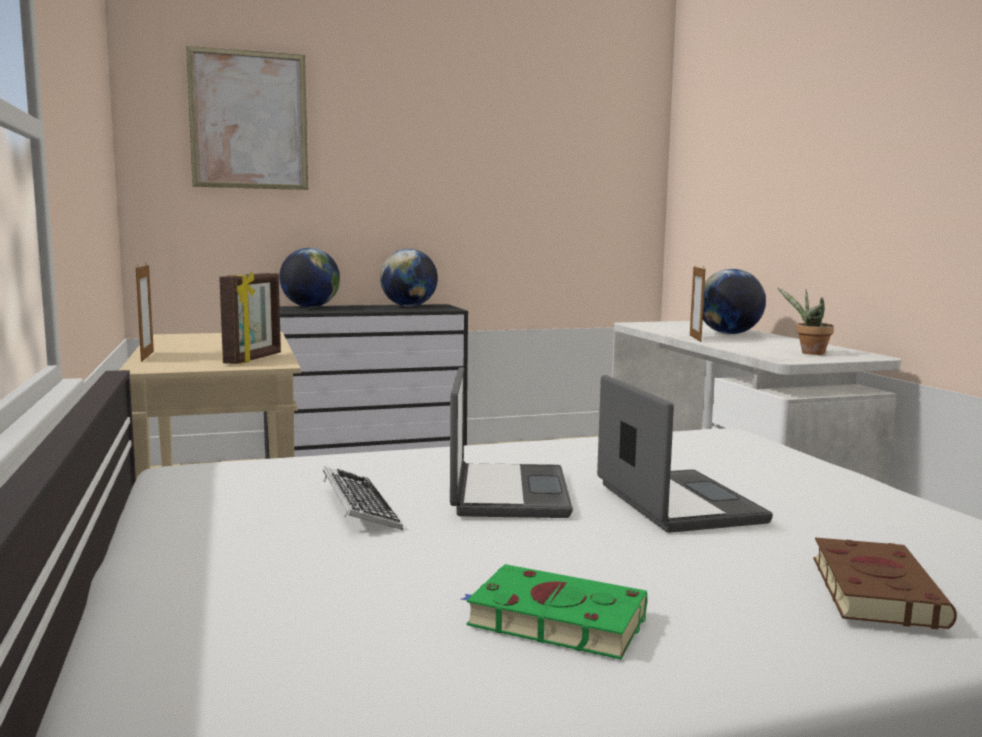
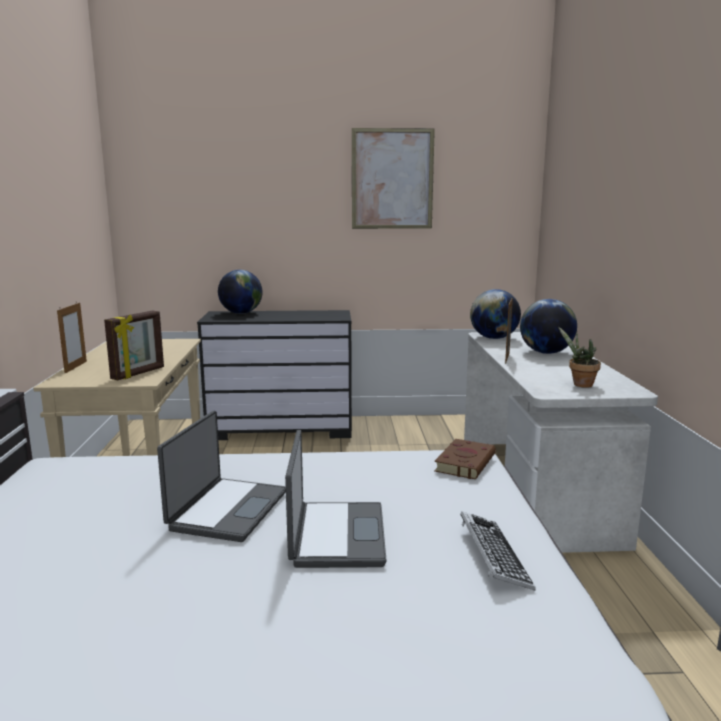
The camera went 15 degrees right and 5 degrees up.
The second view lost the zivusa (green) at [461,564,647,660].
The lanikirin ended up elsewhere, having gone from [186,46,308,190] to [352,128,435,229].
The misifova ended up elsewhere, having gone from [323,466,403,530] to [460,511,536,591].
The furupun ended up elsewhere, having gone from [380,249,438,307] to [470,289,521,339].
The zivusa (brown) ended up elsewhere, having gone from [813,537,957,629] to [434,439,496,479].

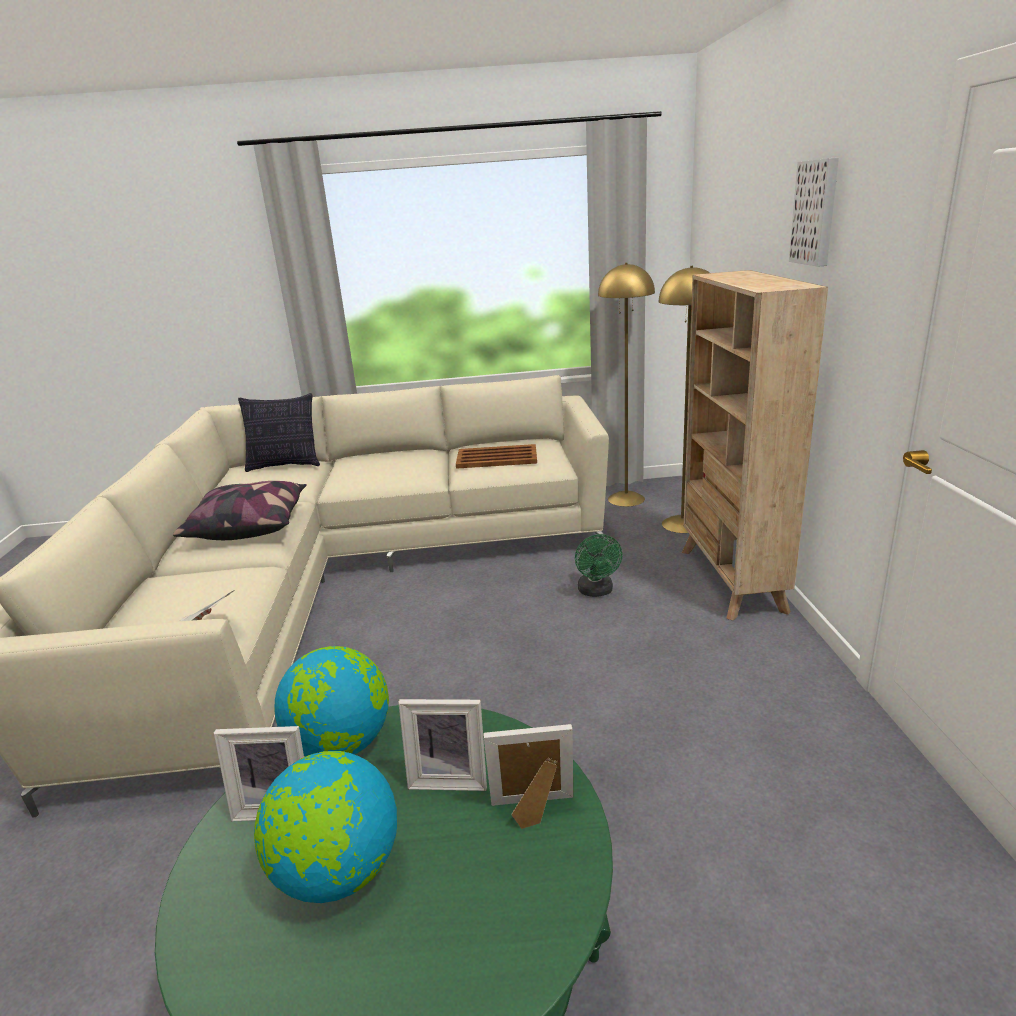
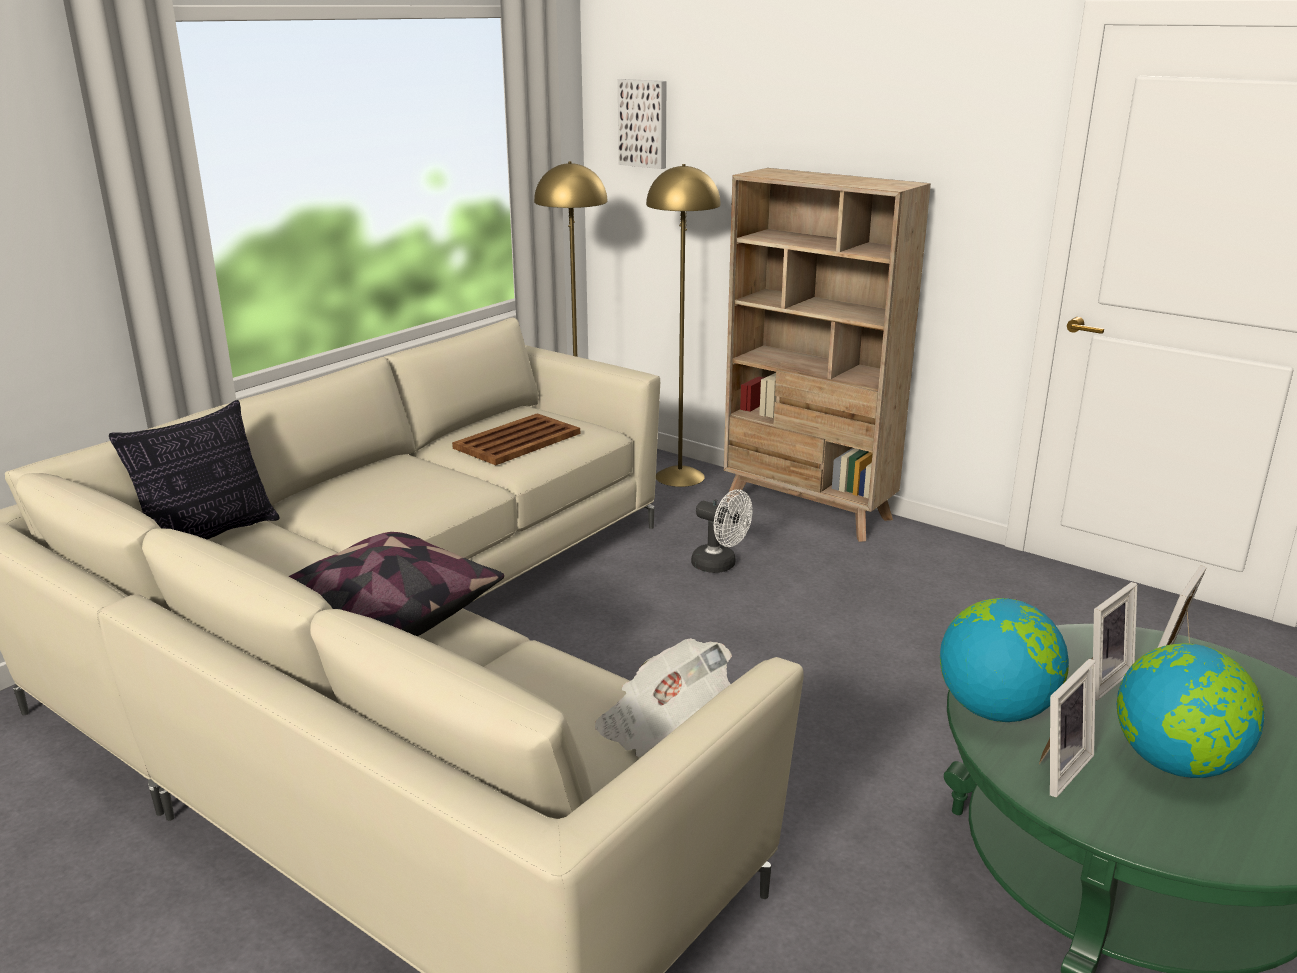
The camera went 50 degrees left and 0 degrees up.
The lanikirin ended up elsewhere, having gone from [789,157,839,267] to [618,79,666,169].
What was the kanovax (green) at [575,534,622,597] turned into the kanovax (white) at [691,489,753,573].

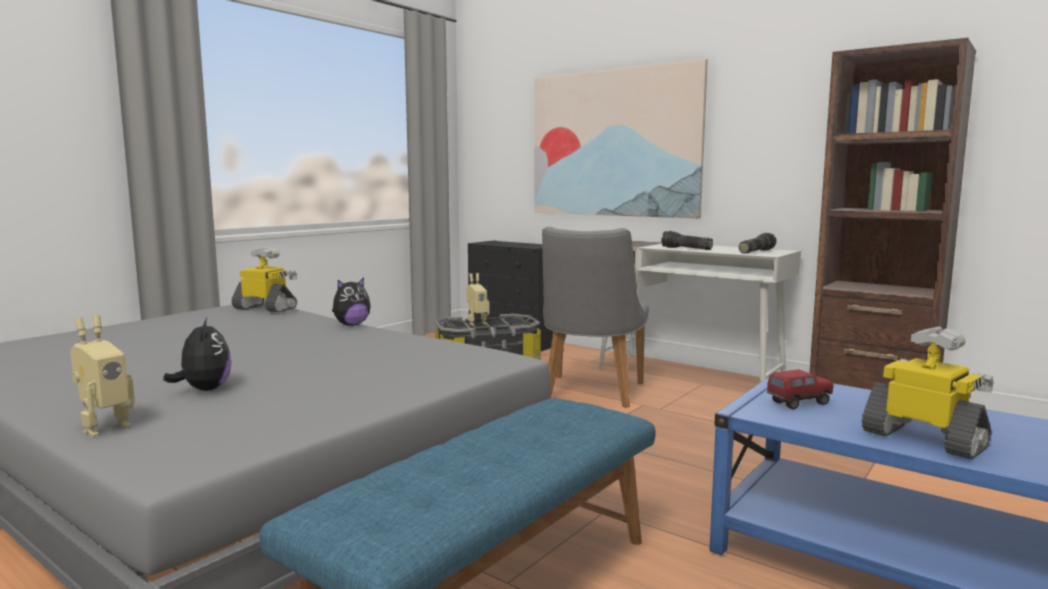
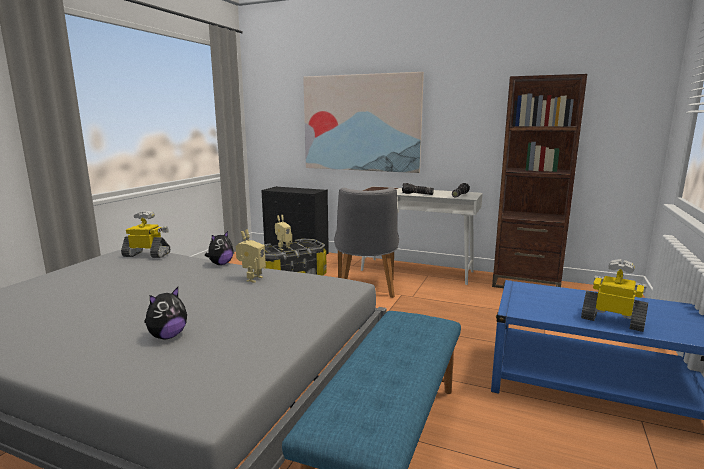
The camera went 15 degrees left and 5 degrees up.
The second view lost the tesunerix at [767,369,833,409].
The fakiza ended up elsewhere, having gone from [70,316,135,437] to [236,229,266,283].
The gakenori at [163,318,232,391] ended up facing another way, 75 degrees clockwise from before.

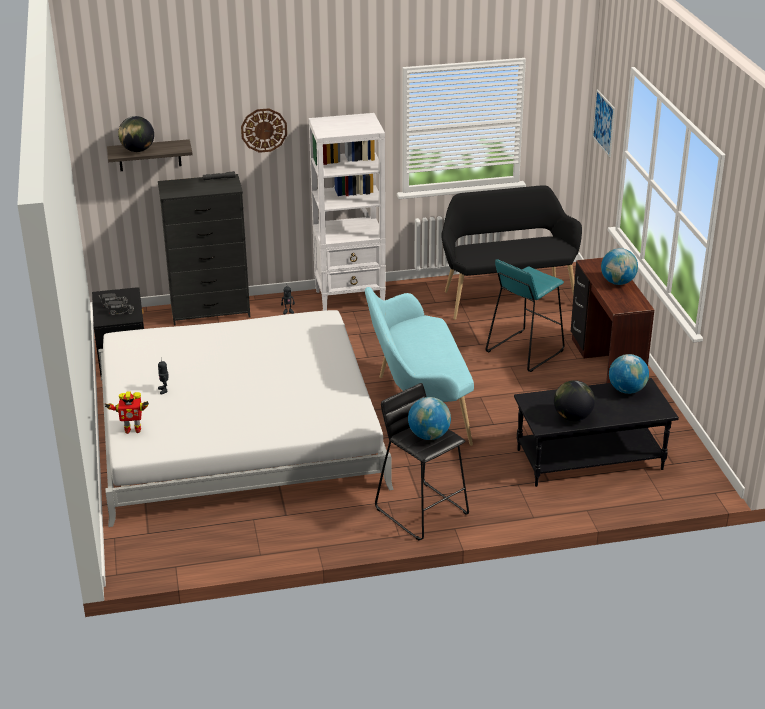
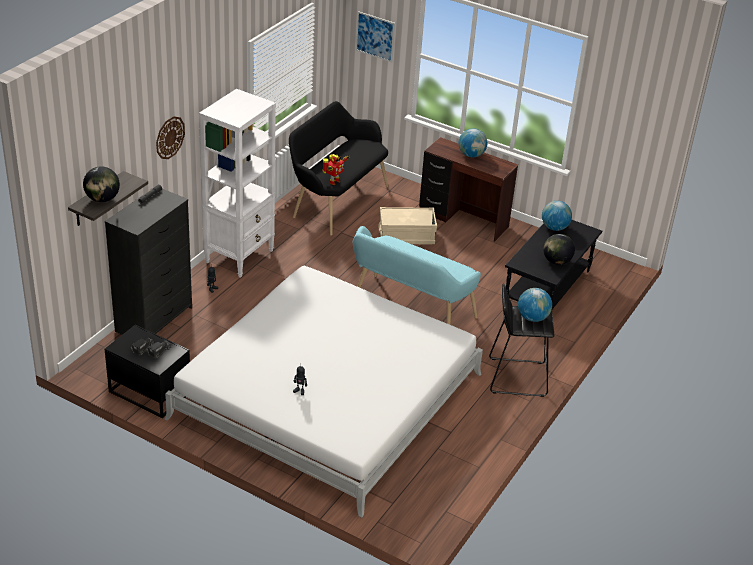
The camera went 50 degrees left and 5 degrees up.
The fakiza ended up elsewhere, having gone from [104,391,149,434] to [323,154,349,185].
Where the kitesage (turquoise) stood at [486,260,565,372], the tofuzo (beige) came to stand at [379,207,437,244].

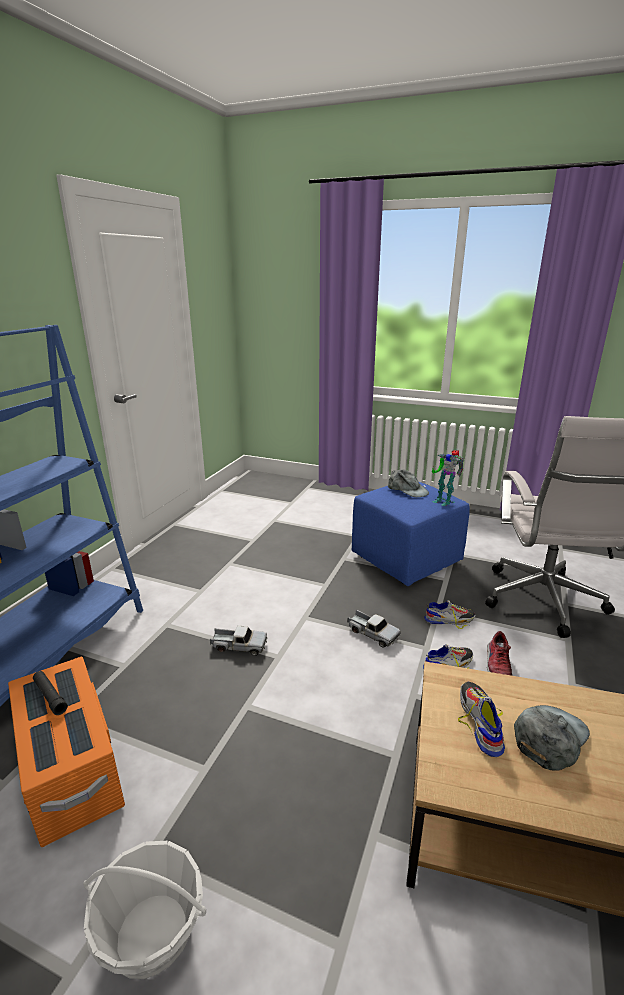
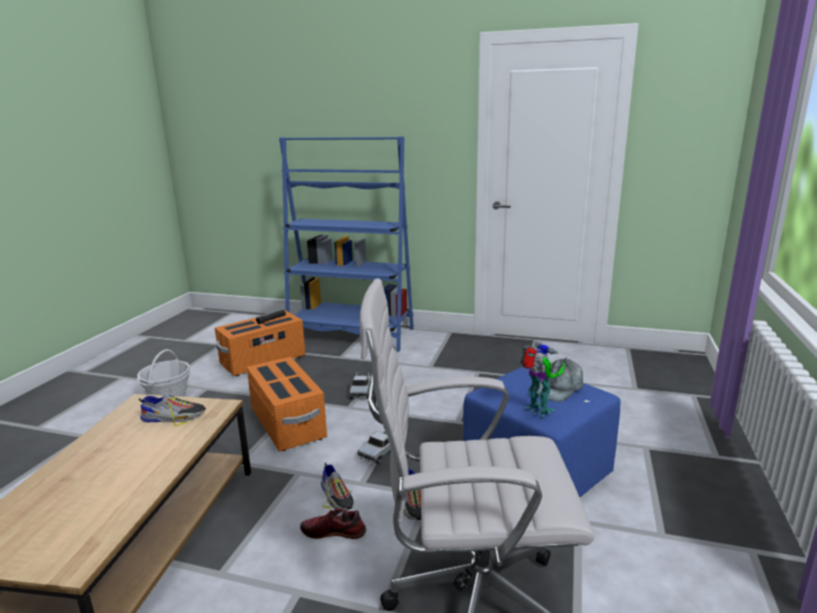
The camera went 85 degrees right and 5 degrees down.
The second view lost the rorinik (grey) at [514,705,590,771].
The second view gained the tofuzo (orange) at [247,357,327,451].
The fakiza at [432,450,464,506] ended up facing another way, 105 degrees clockwise from before.

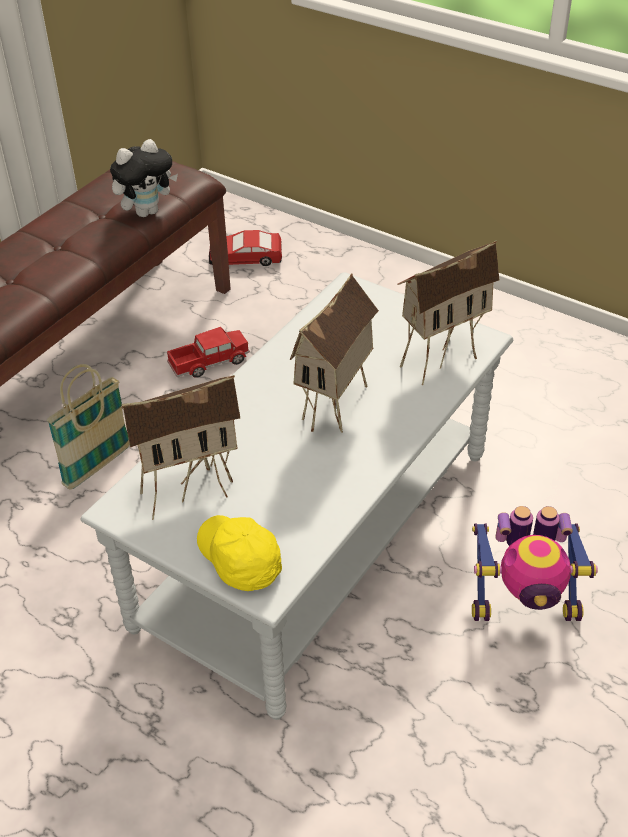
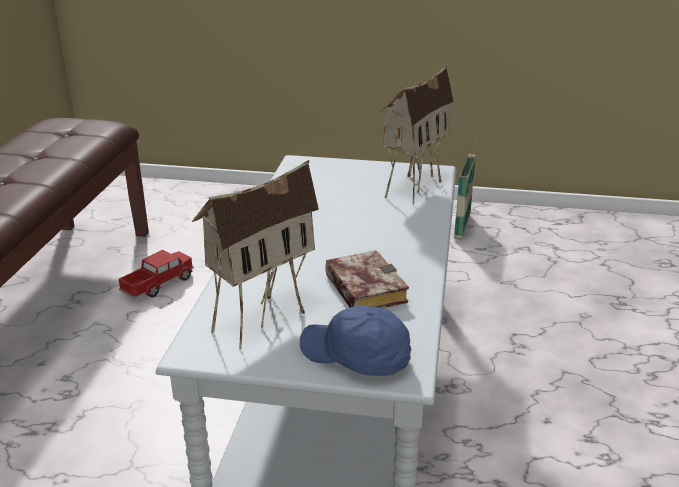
The camera went 25 degrees left and 15 degrees down.
The second view lost the gakenori at [110,139,178,217].
The second view lost the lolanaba at [209,230,282,266].
The second view lost the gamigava at [290,273,379,433].
The second view lost the fakiza at [472,506,598,621].
The second view gained the zivusa at [326,250,409,308].
The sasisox ended up elsewhere, having gone from [47,364,130,489] to [454,135,476,240].
What was the rorinik (yellow) at [197,515,282,591] turned into the rorinik (blue) at [300,305,411,376].

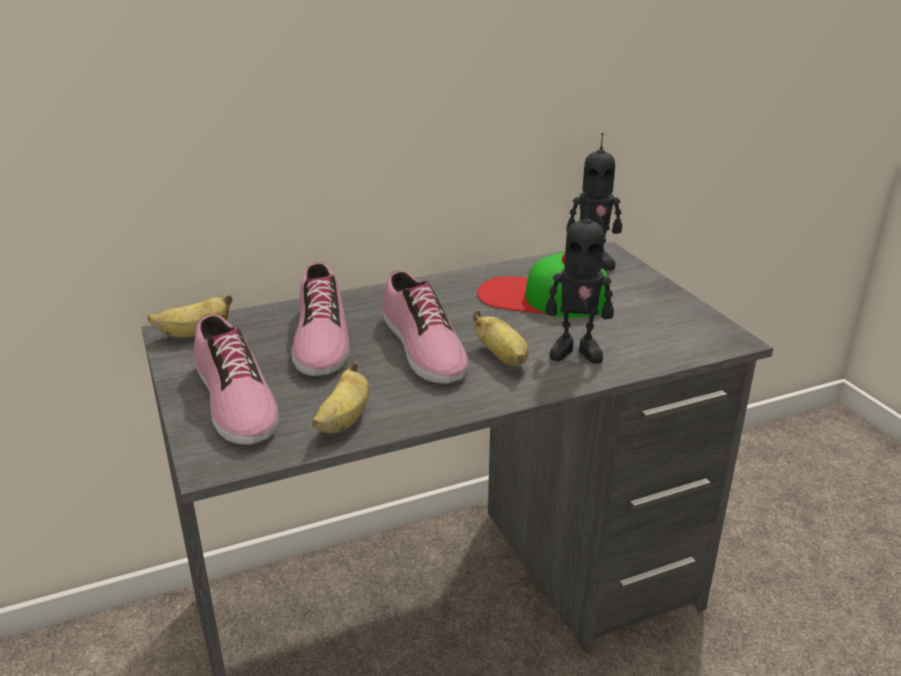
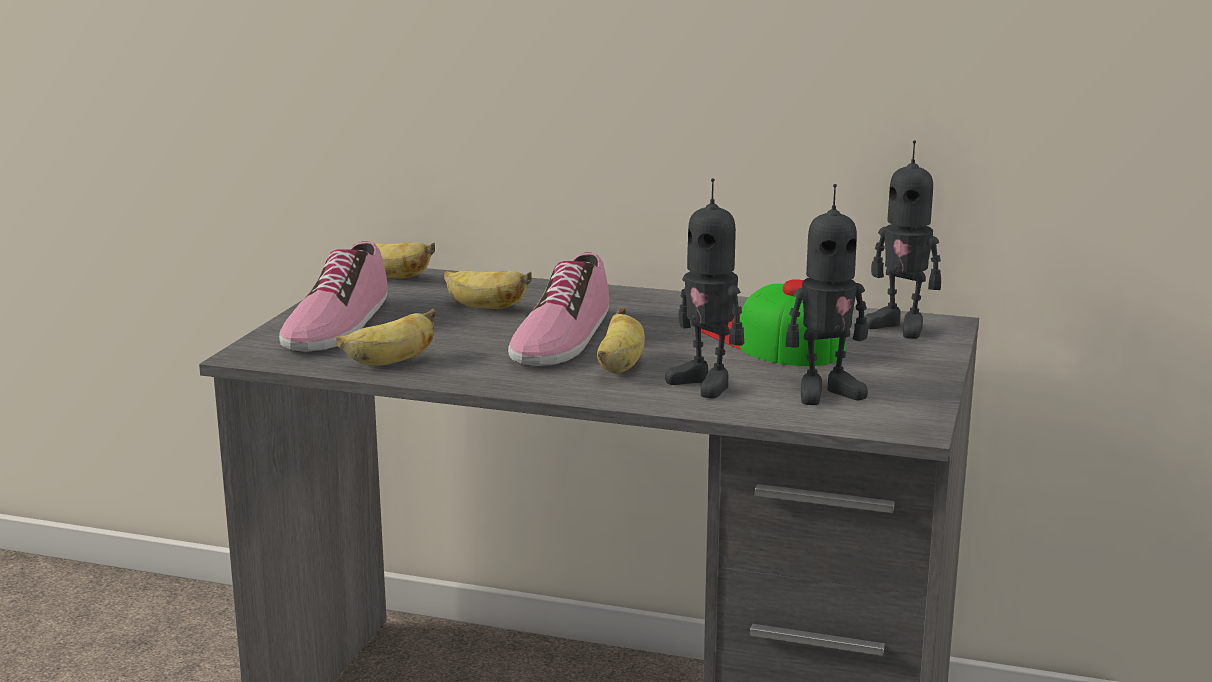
The camera went 40 degrees right and 10 degrees down.
The second view gained the fakiza at [785,184,868,405].
Where the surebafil stood at [291,262,349,376], the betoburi came to stand at [444,271,532,309].

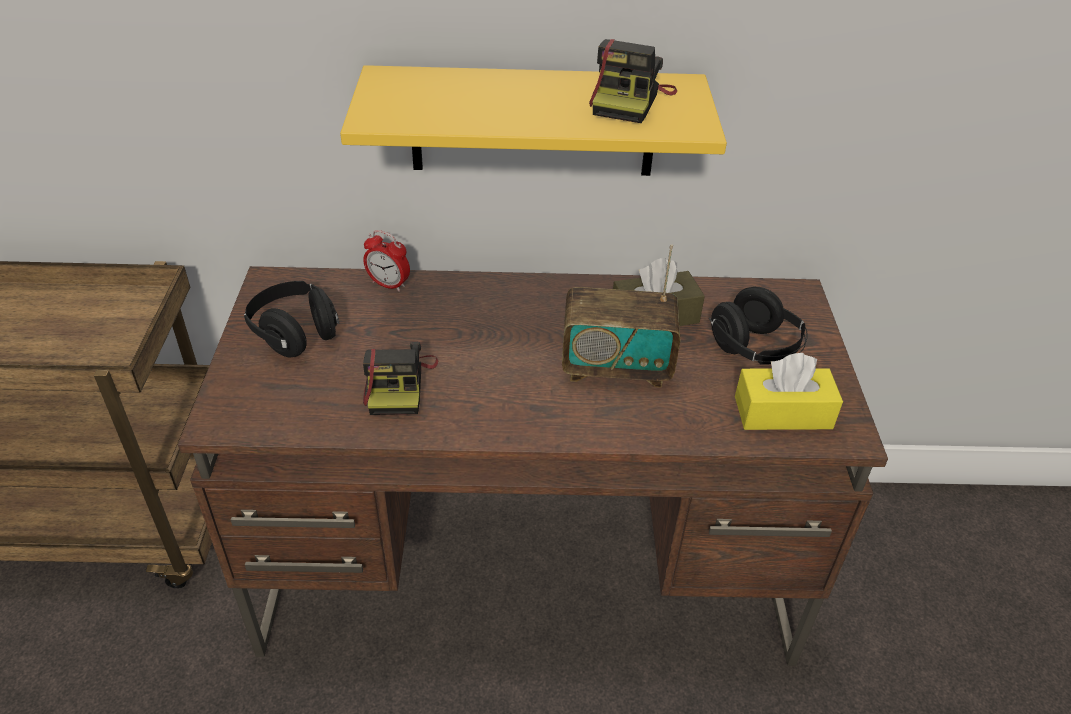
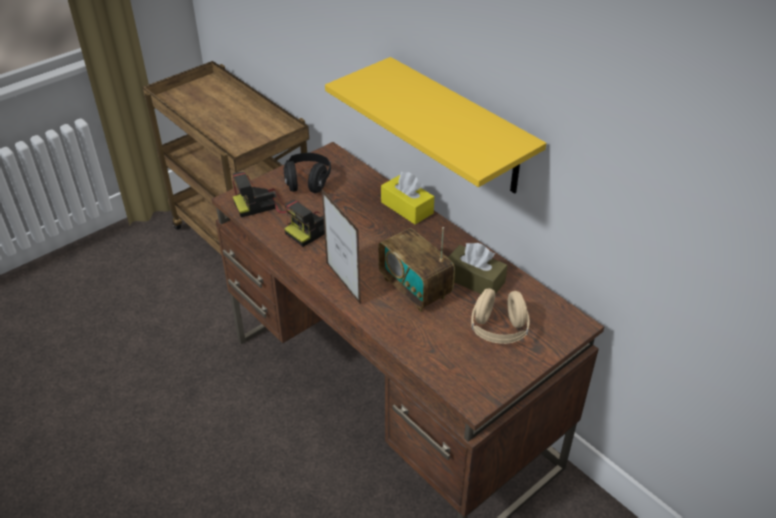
The camera went 50 degrees right and 0 degrees up.
The second view lost the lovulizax at [363,230,410,291].
The second view gained the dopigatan at [322,189,361,305].
The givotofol ended up elsewhere, having gone from [589,39,677,123] to [233,172,287,217].
The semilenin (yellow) ended up elsewhere, having gone from [735,353,843,430] to [381,172,434,224].
What was the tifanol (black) at [709,287,808,364] turned into the tifanol (beige) at [471,288,530,344].

